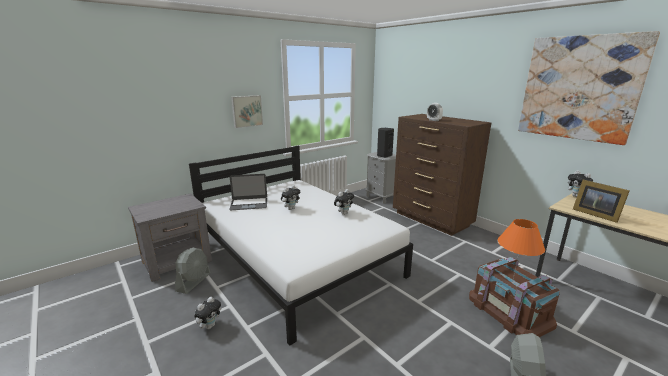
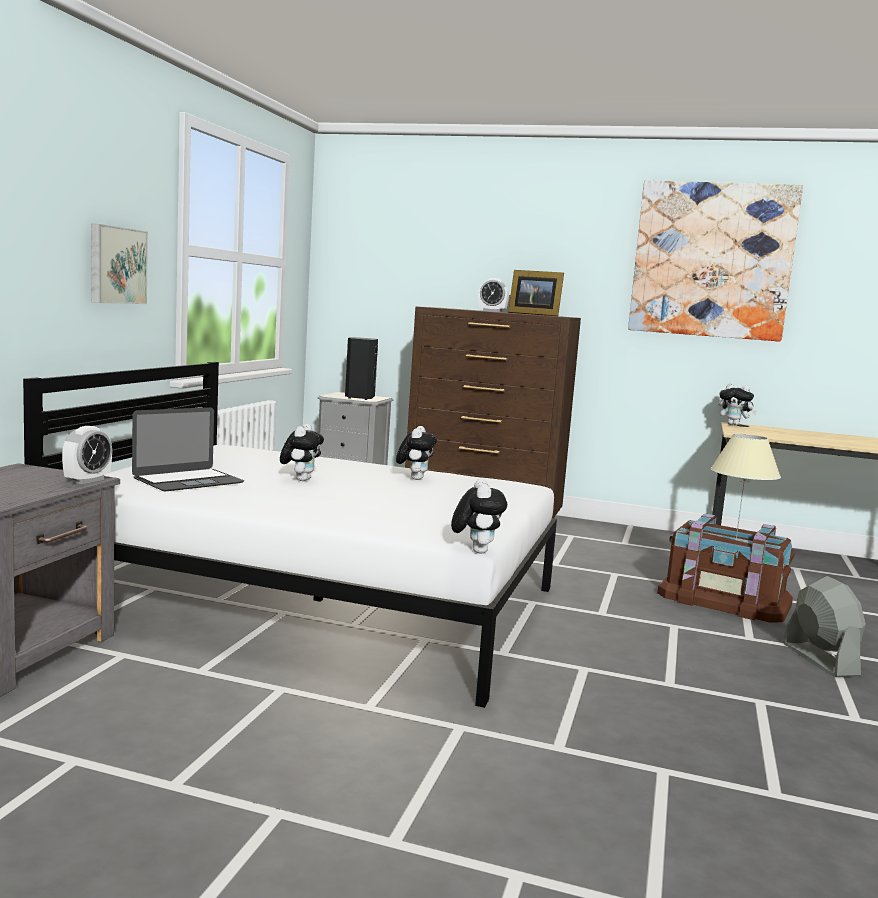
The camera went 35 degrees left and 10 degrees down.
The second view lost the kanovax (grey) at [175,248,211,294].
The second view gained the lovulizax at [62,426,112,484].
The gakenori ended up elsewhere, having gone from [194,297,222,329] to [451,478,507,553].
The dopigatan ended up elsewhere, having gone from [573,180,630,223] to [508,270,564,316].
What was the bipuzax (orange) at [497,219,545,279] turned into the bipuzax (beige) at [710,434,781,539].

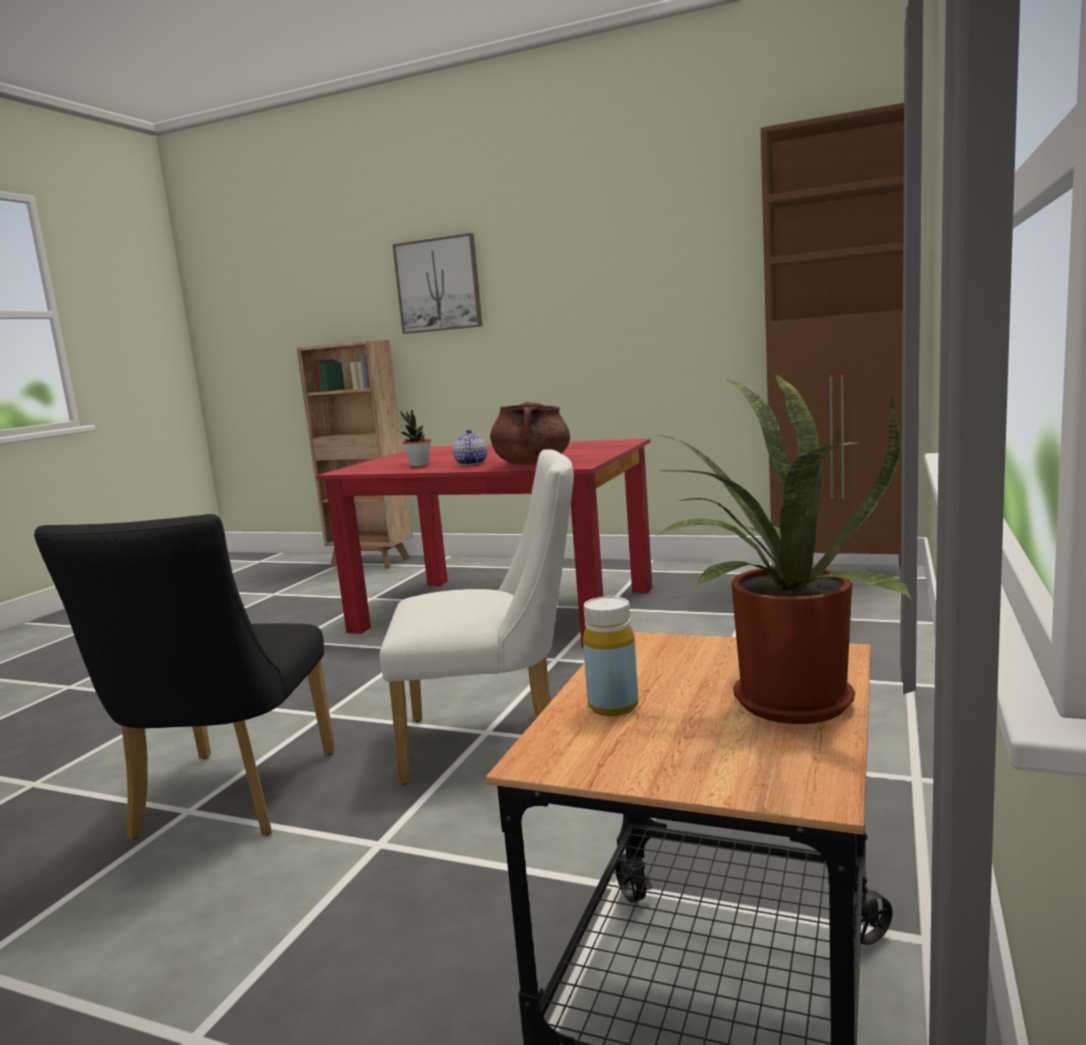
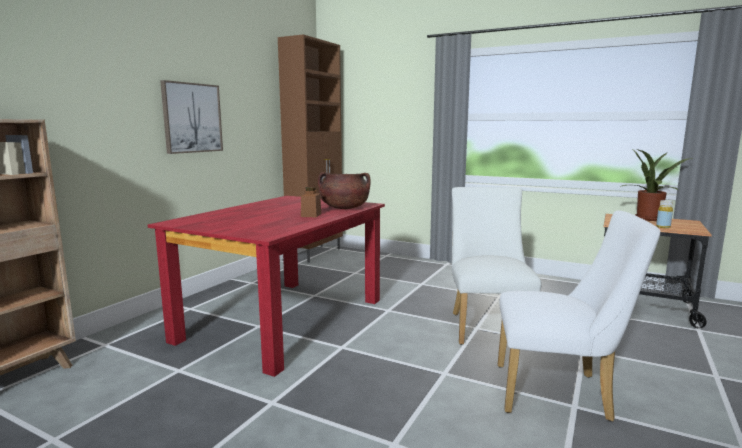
The camera went 85 degrees left and 0 degrees up.
The second view lost the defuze at [400,410,431,467].
The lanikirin ended up elsewhere, having gone from [392,233,482,334] to [160,80,223,154].
Where the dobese stood at [453,430,488,465], the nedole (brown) came to stand at [301,187,321,217].
What was the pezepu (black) at [34,514,335,839] turned into the pezepu (white) at [498,210,661,421].

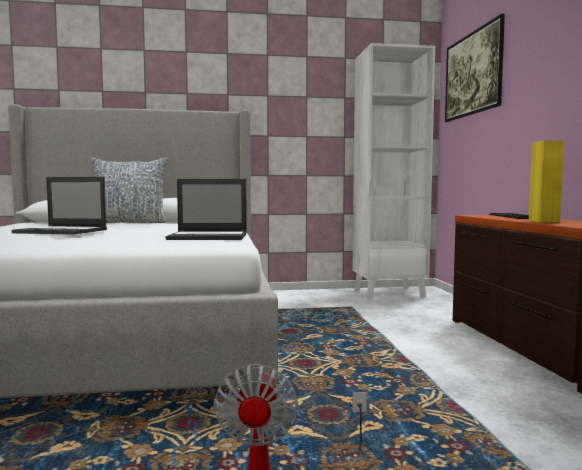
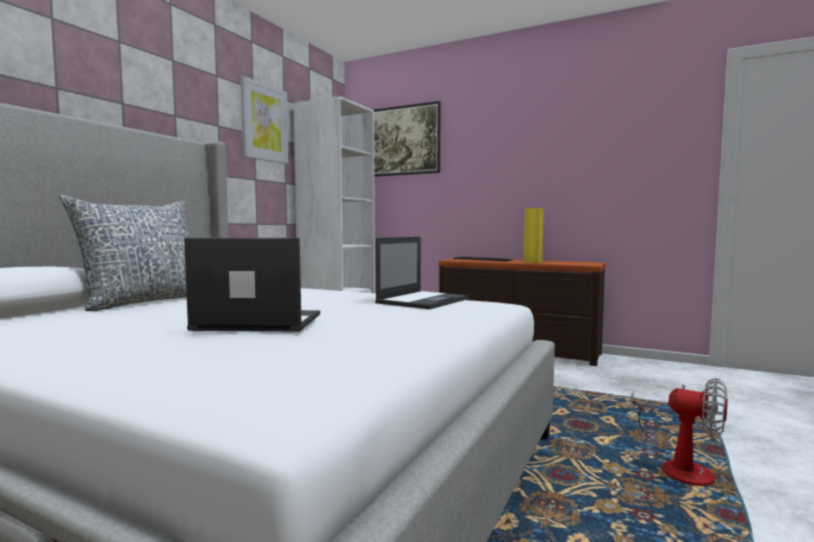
The camera went 55 degrees left and 0 degrees up.
The second view gained the lanikirin at [240,76,289,164].
The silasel at [11,177,107,235] ended up facing another way, 135 degrees counterclockwise from before.

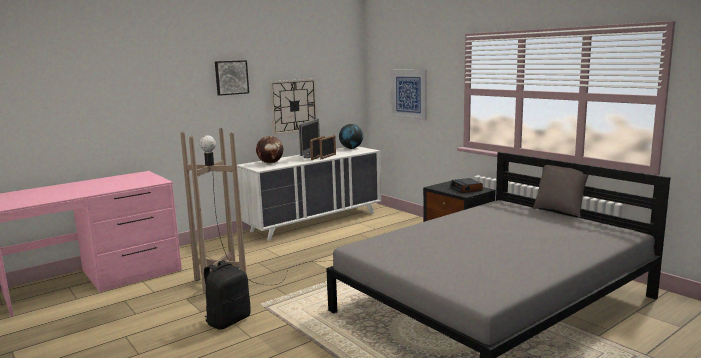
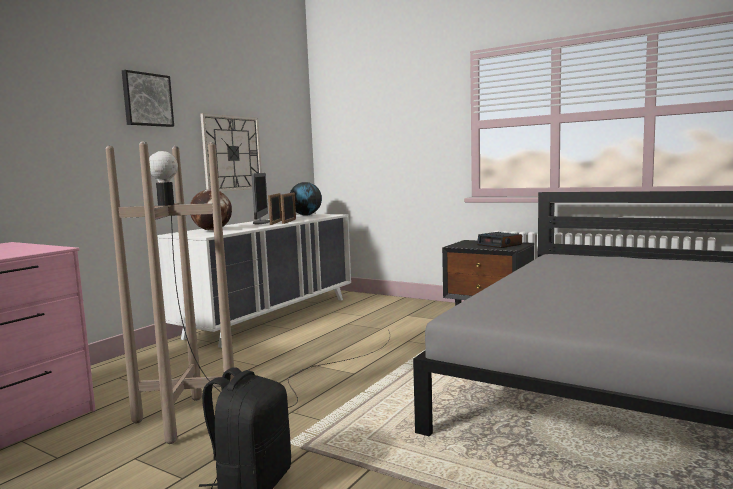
The camera went 20 degrees left and 5 degrees down.
The second view lost the lanikirin at [391,70,427,120].
The second view lost the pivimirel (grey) at [533,165,589,218].

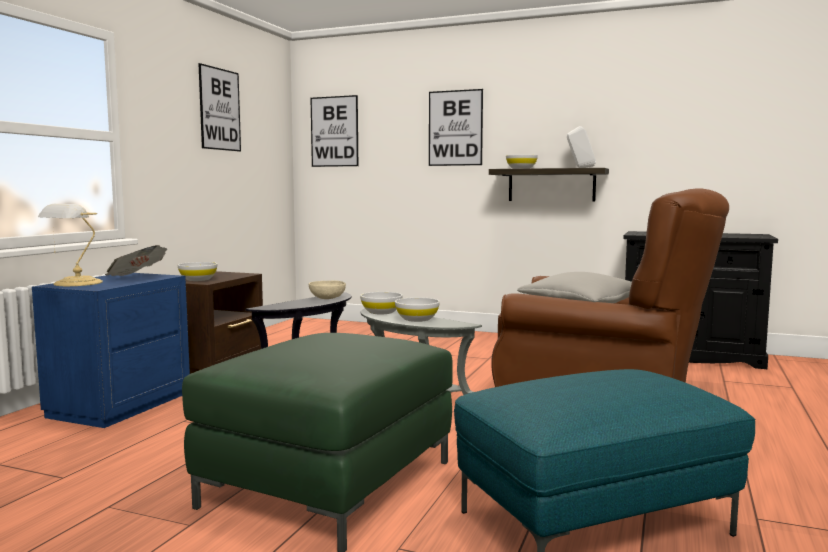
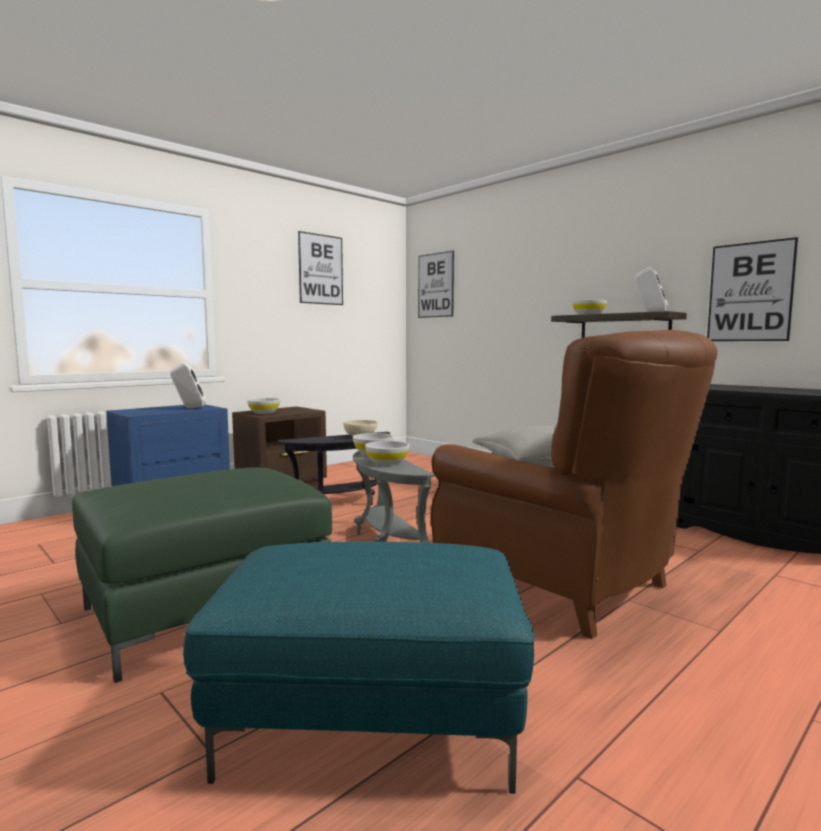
The camera went 25 degrees right and 0 degrees up.
The second view lost the bipuzax at [38,204,103,286].
The lanikirin ended up elsewhere, having gone from [429,89,483,166] to [707,237,798,341].
Where the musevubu stood at [105,245,167,276], the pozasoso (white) came to stand at [170,362,206,408].

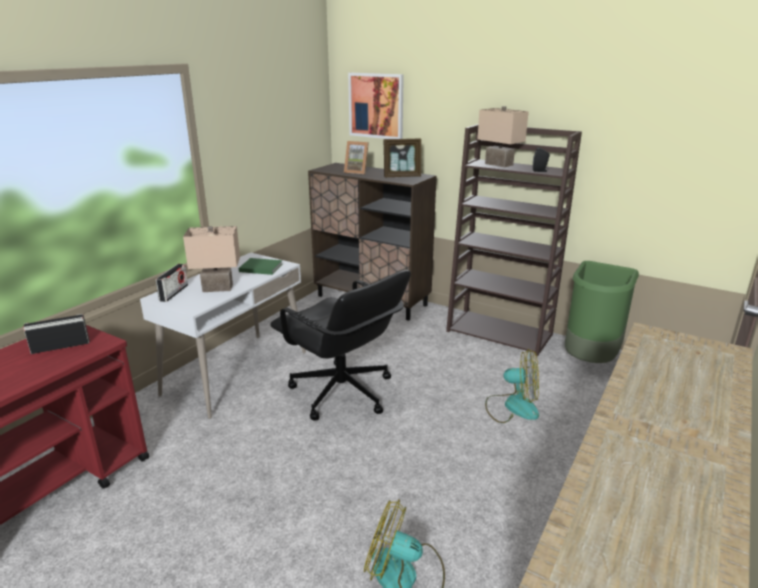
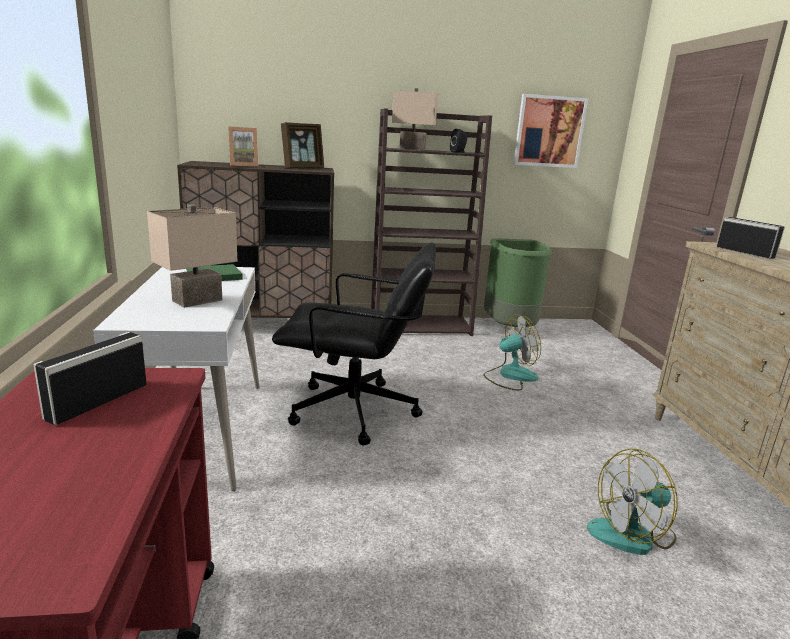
The camera went 40 degrees left and 5 degrees down.
The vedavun ended up elsewhere, having gone from [156,264,188,302] to [717,217,785,259].
The lanikirin ended up elsewhere, having gone from [348,73,404,139] to [513,94,588,168].

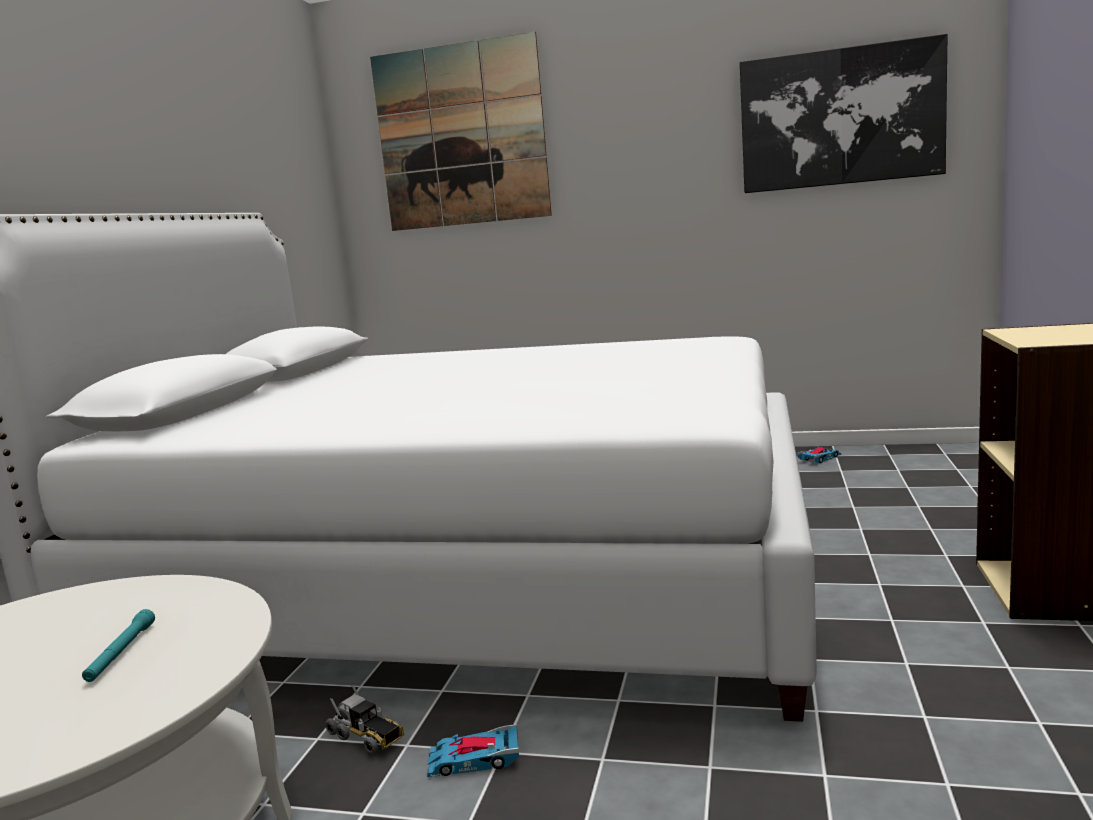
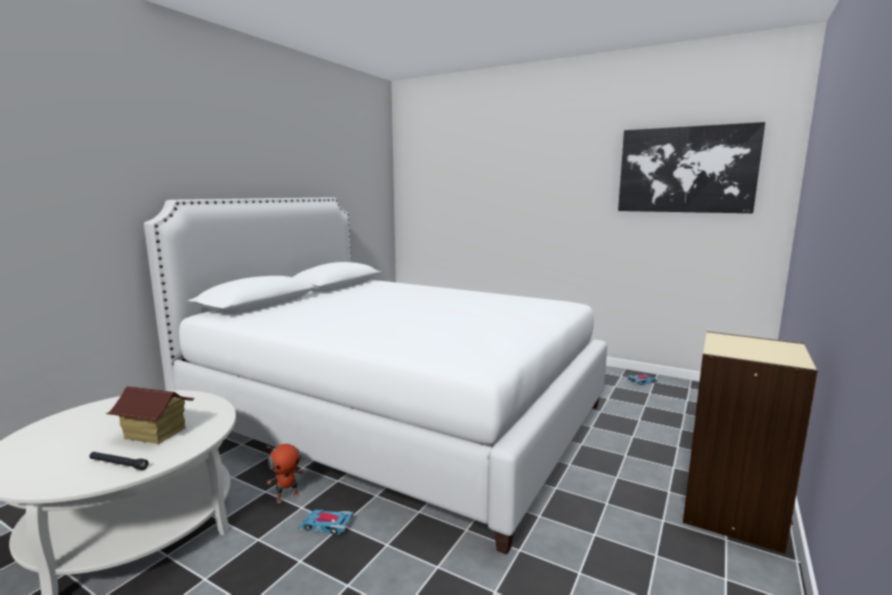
The camera went 15 degrees right and 0 degrees up.
The second view lost the lanikirin at [370,32,552,231].
The second view gained the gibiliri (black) at [90,452,149,470].
Where the gibiliri (turquoise) stood at [82,609,155,682], the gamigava came to stand at [106,386,194,444].
Where the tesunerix stood at [325,685,404,754], the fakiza came to stand at [266,444,304,503].

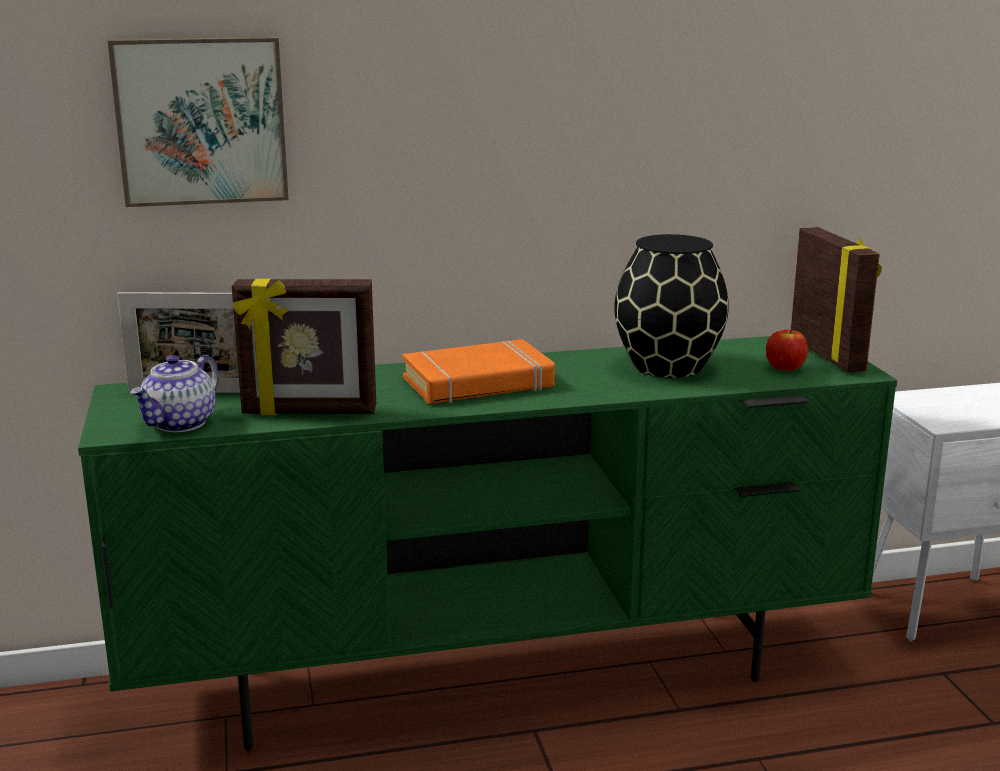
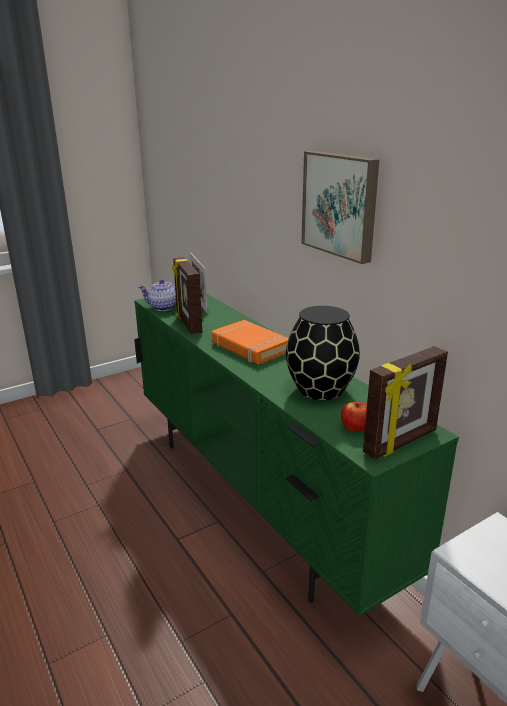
The camera went 70 degrees right and 5 degrees up.
The lanikirin ended up elsewhere, having gone from [108,37,288,207] to [301,151,379,264].

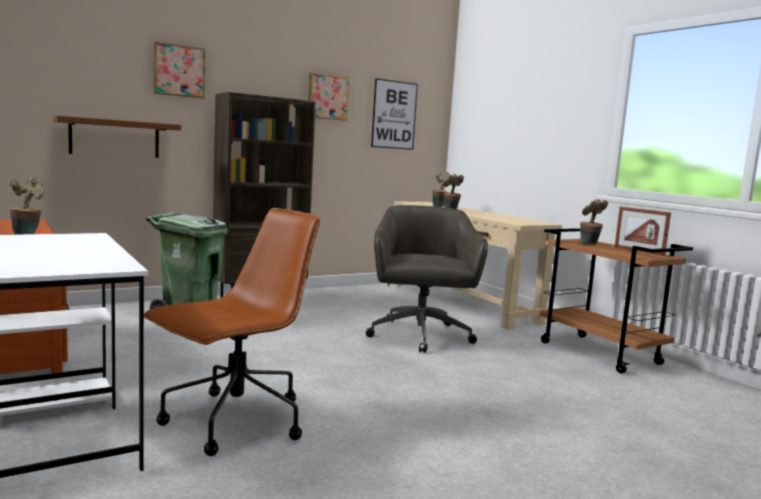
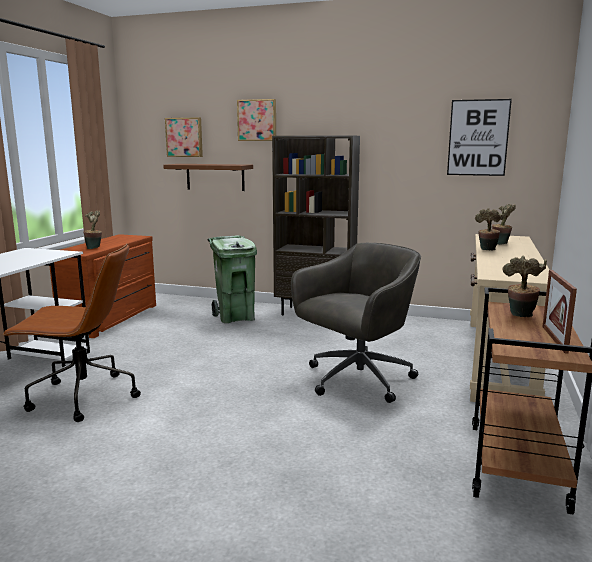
The camera went 50 degrees right and 5 degrees up.
The lanikirin ended up elsewhere, having gone from [308,73,350,121] to [165,117,203,157].

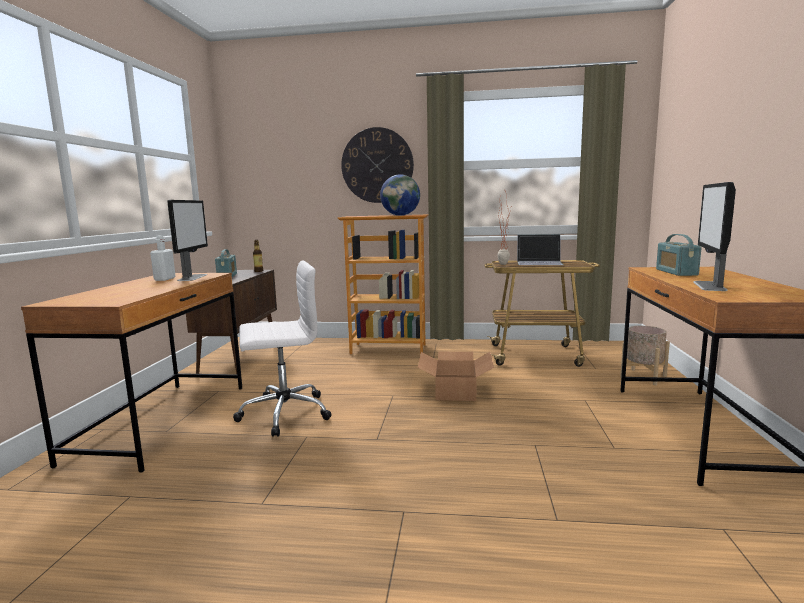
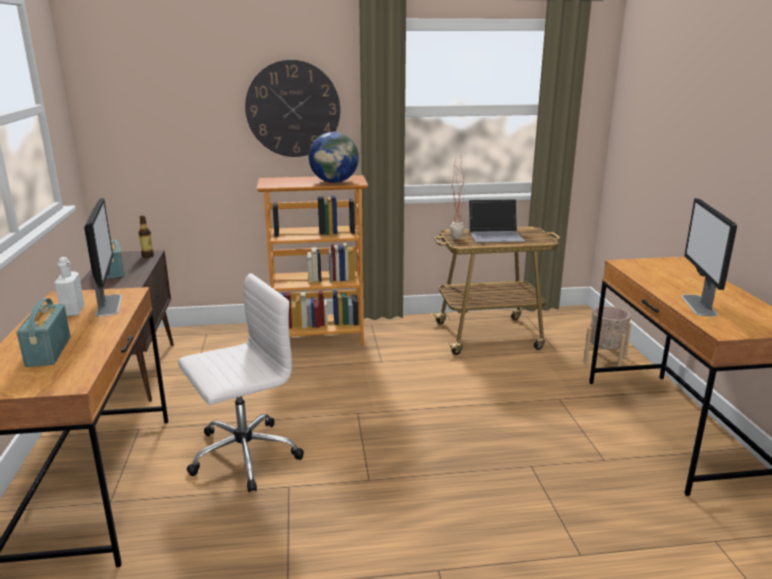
The camera went 15 degrees left and 10 degrees up.
The second view lost the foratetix at [418,352,494,401].
The vedavun ended up elsewhere, having gone from [656,234,702,276] to [17,298,71,367].

